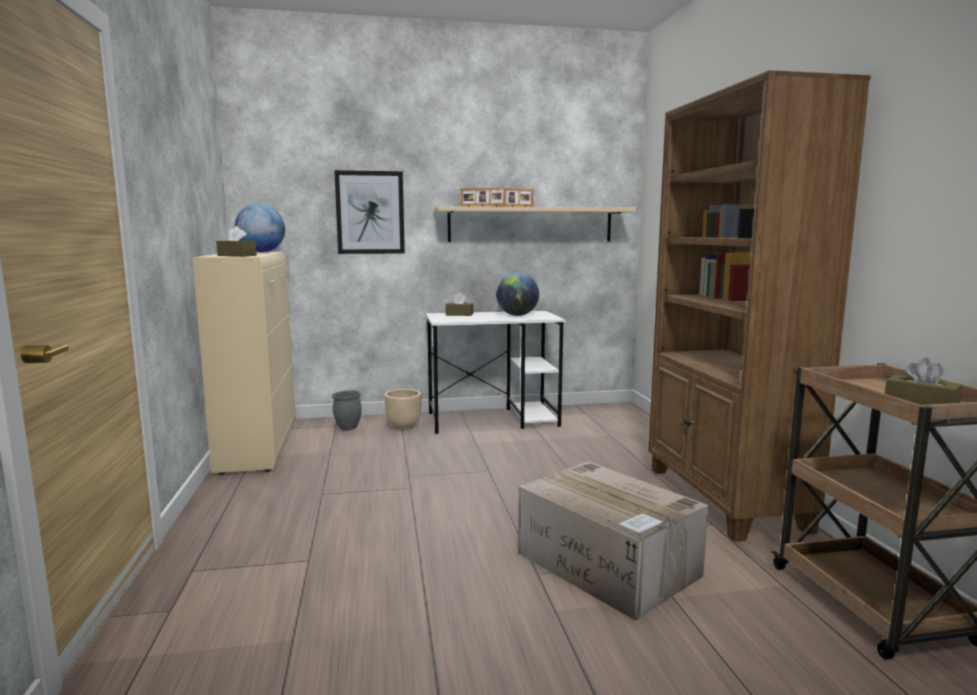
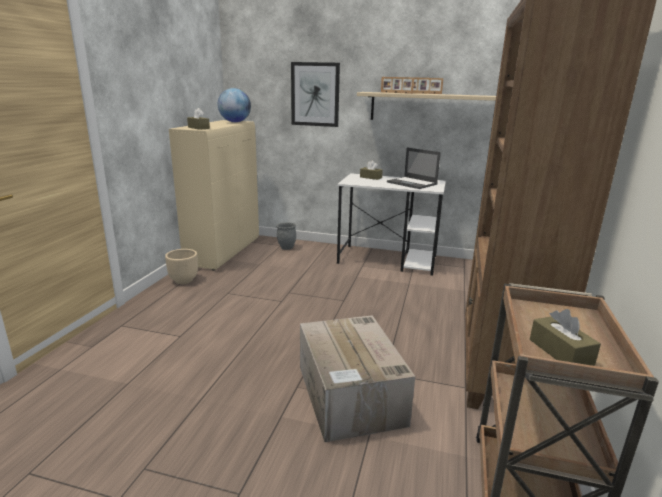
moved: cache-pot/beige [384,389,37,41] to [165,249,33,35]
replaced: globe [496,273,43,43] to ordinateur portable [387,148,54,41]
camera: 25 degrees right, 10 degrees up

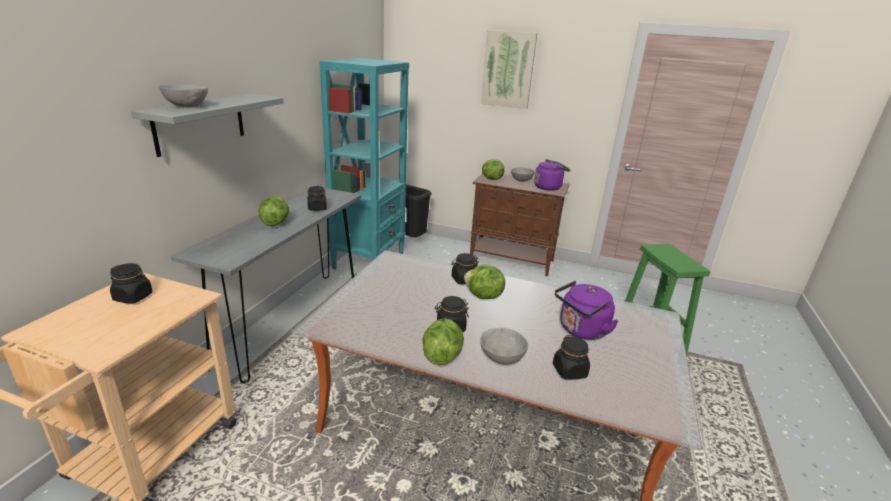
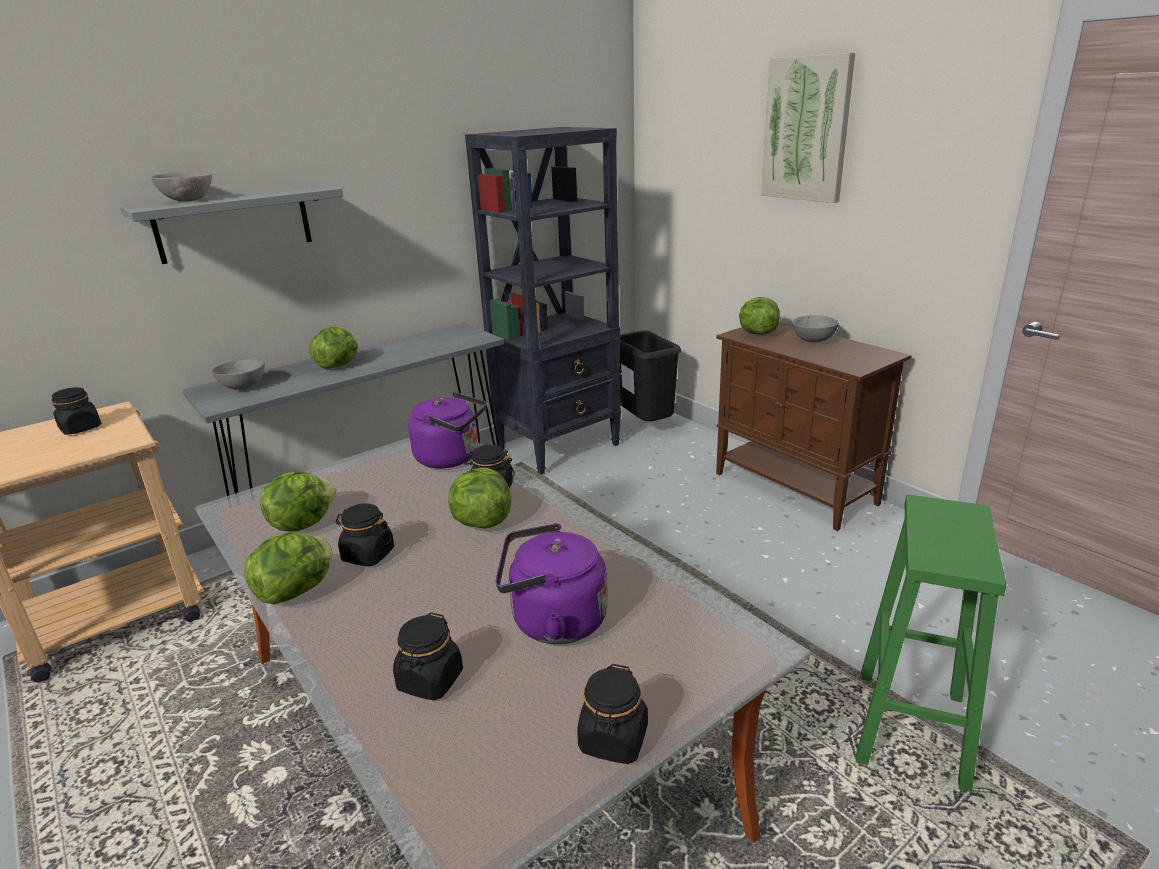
added: laitue [260,471,77,61]
moved: bocal/noir [307,186,20,25] to [577,664,71,100]; bol/gris [480,328,48,37] to [212,359,53,31]; bouilloire/violet [534,159,37,32] to [408,392,79,76]
recoloured: bibliothèque/turquoise [319,58,90,212] to bibliothèque/noir [465,127,156,347]
camera: 35 degrees right, 0 degrees up

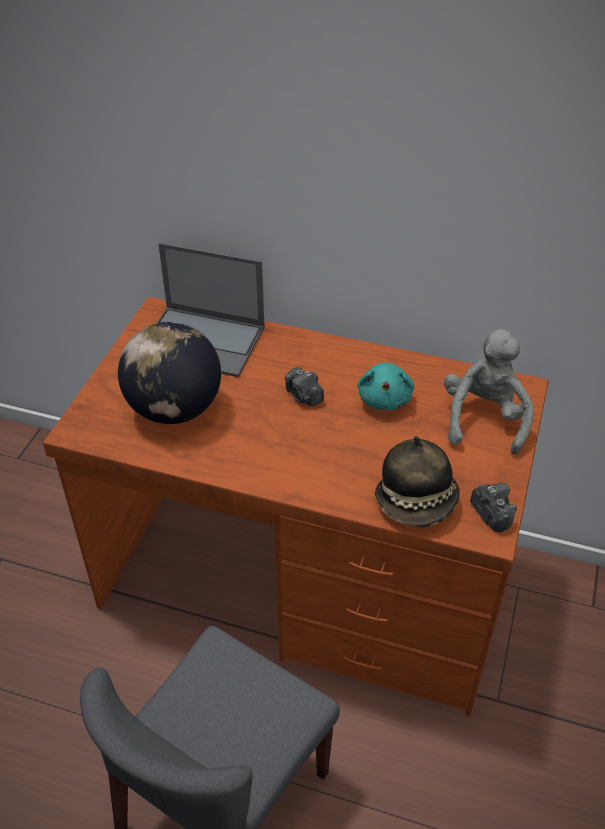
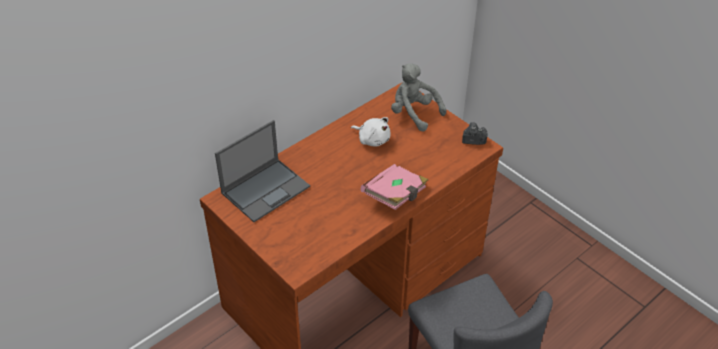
removed: globe [118,322,103,102]; appareil photo [285,367,39,39]; chapeau [375,436,85,91]
added: livre/rose [361,164,67,46]
recoloured: peluche/turquoise [357,362,57,48] to peluche/blanc [351,117,39,30]
camera: 60 degrees left, 0 degrees up

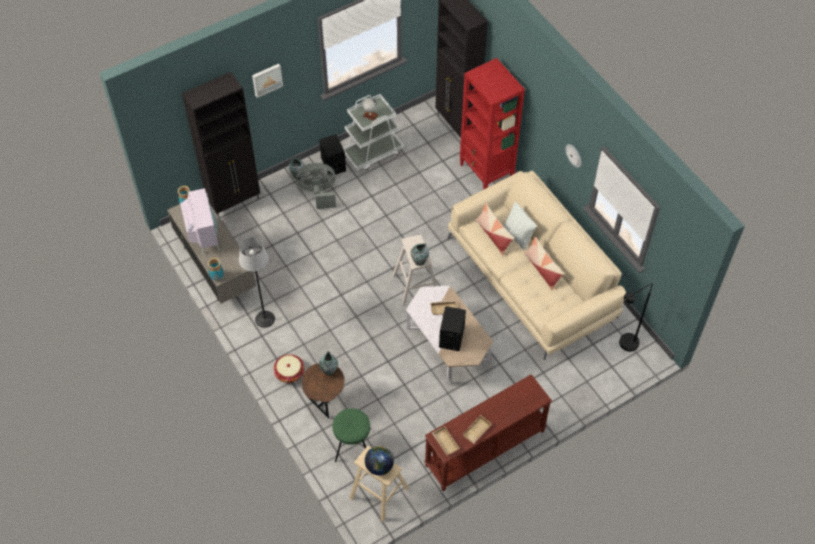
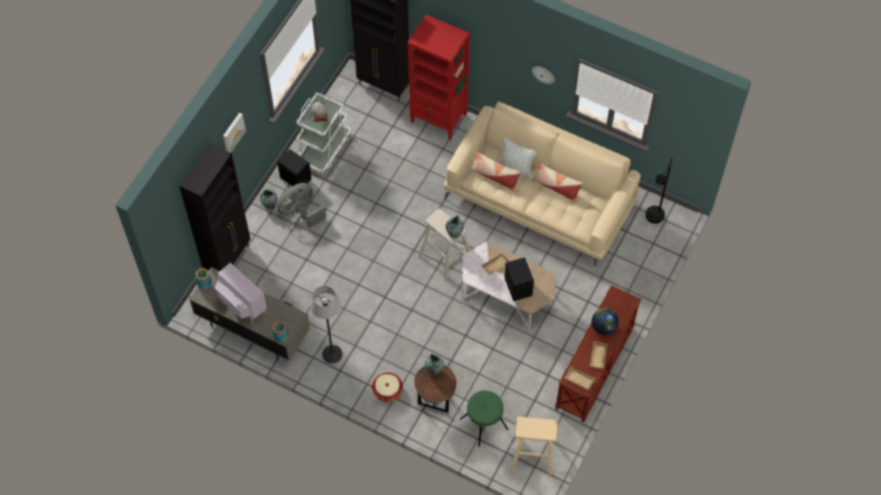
moved: globe [365,446,29,30] to [592,308,27,27]
camera: 30 degrees left, 5 degrees up

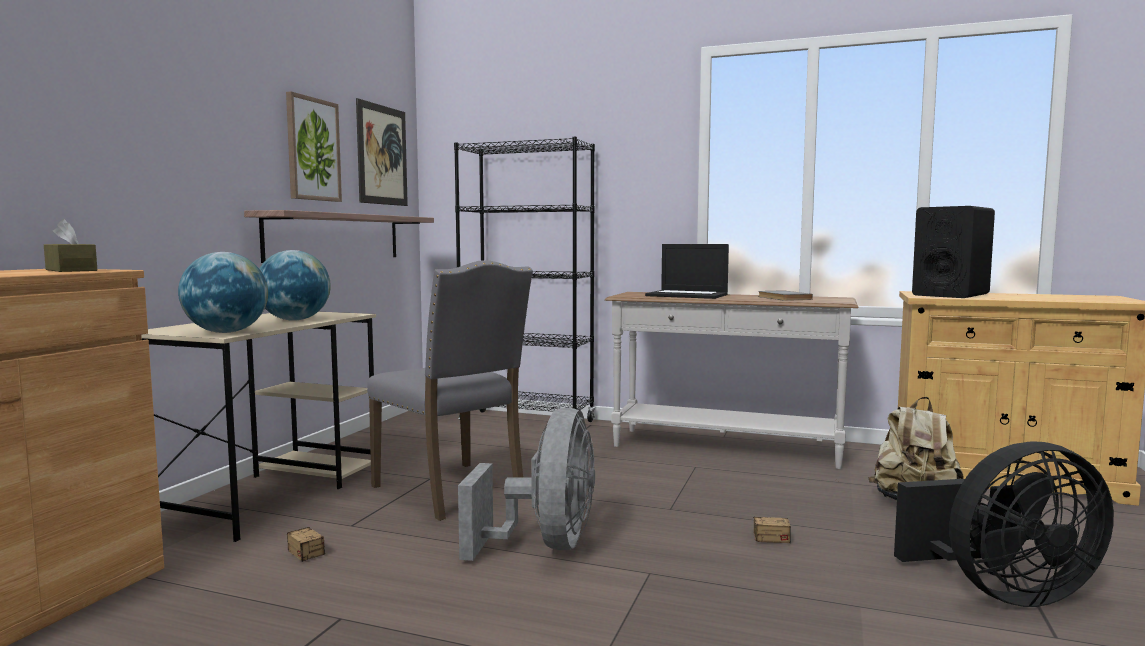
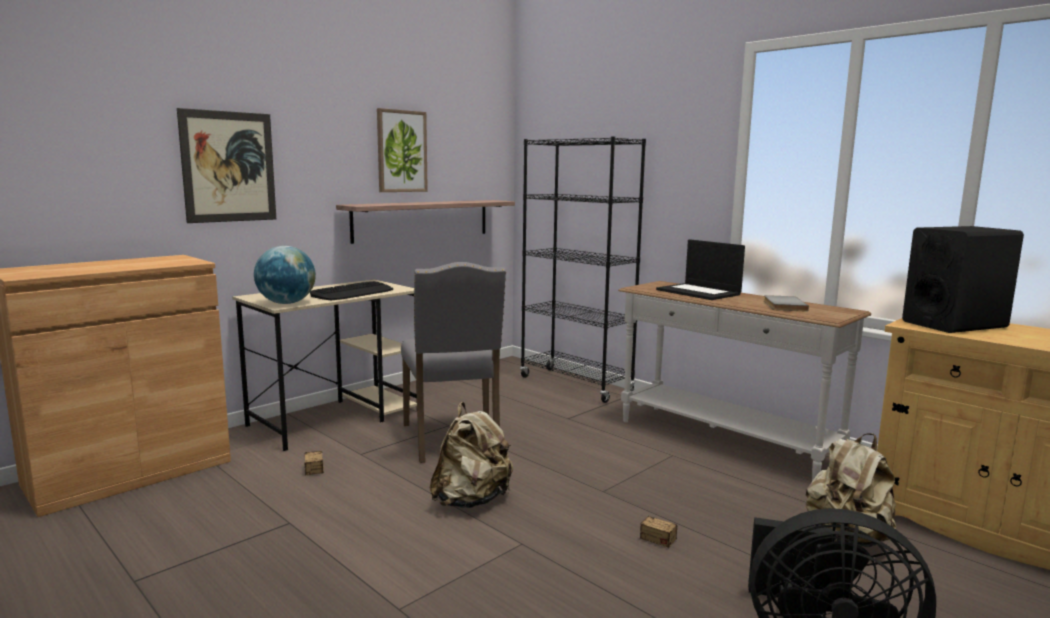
removed: boîte à mouchoirs/marron [44,219,53,53]
moved: tableau [356,98,52,108] to [177,108,99,115]
replaced: globe [259,250,72,71] to clavier [310,281,84,19]; ventilateur/gris [458,407,137,154] to sac à dos/beige [430,402,83,106]
camera: 25 degrees right, 5 degrees up

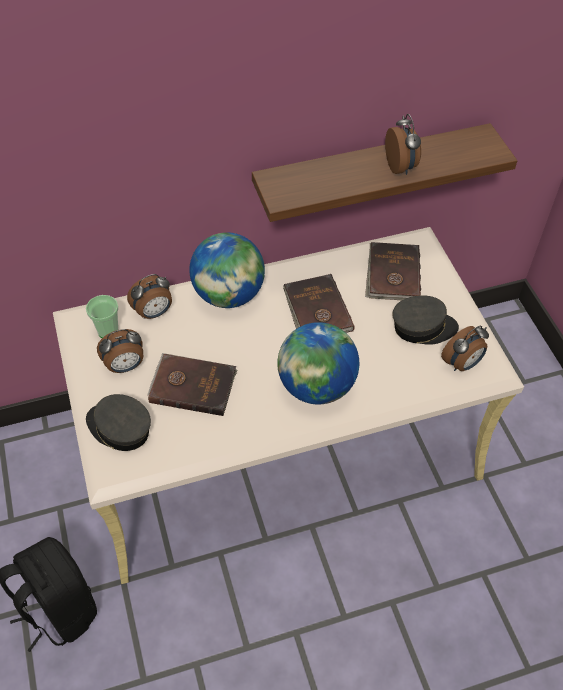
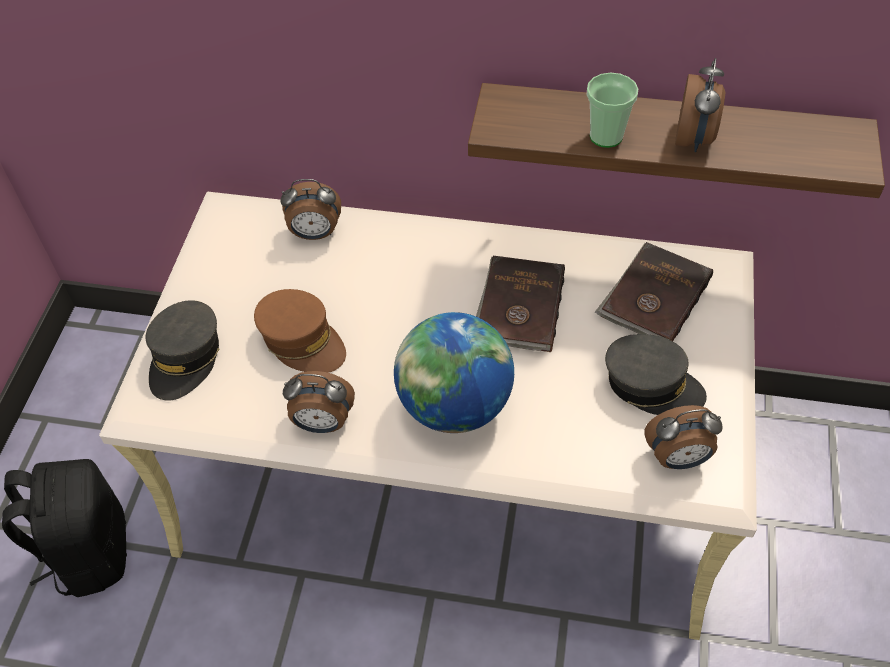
removed: globe [189,232,76,76]
moved: tasse [86,295,33,43] to [587,73,51,75]; réveil [97,329,46,44] to [283,371,72,62]
replaced: livre/marron [147,353,90,63] to casquette/marron [254,289,92,84]
turned: casquette/gris [86,394,65,57] = [145,300,74,101] 135 degrees counterclockwise
camera: 30 degrees right, 0 degrees up

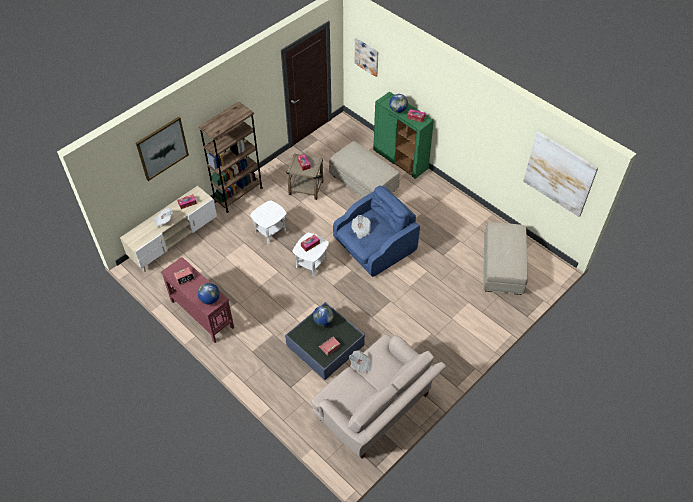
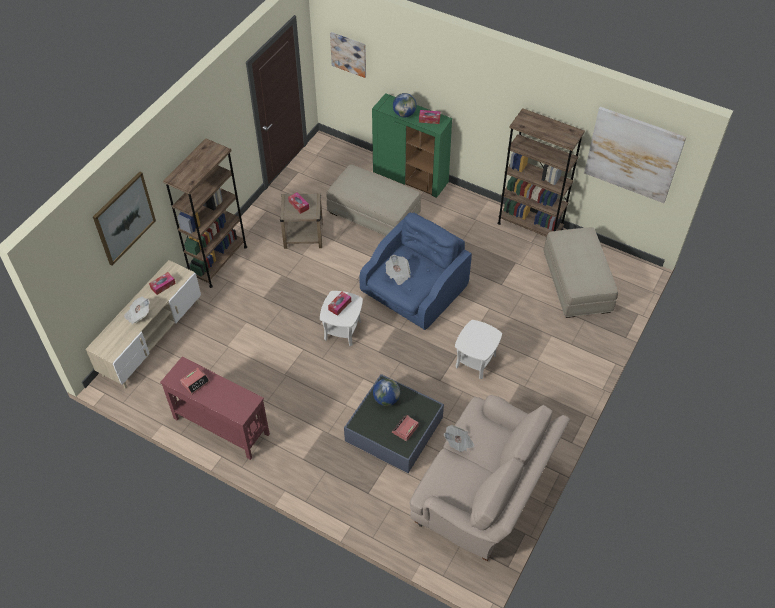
removed: globe [198,283,22,21]
added: bibliothèque/marron [497,108,88,129]
moved: table d'appoint/blanc [250,200,37,44] to [455,320,47,59]
camera: 15 degrees left, 0 degrees up

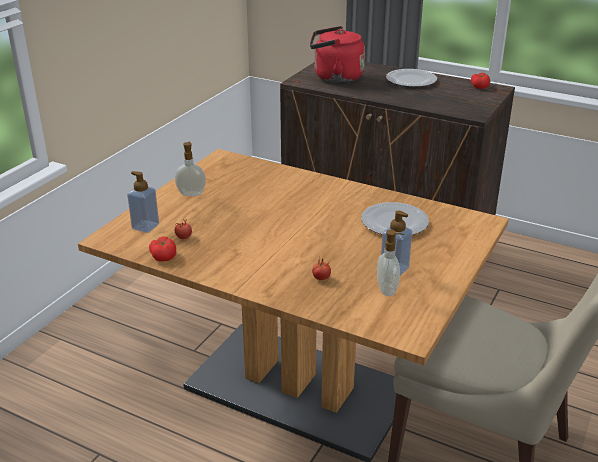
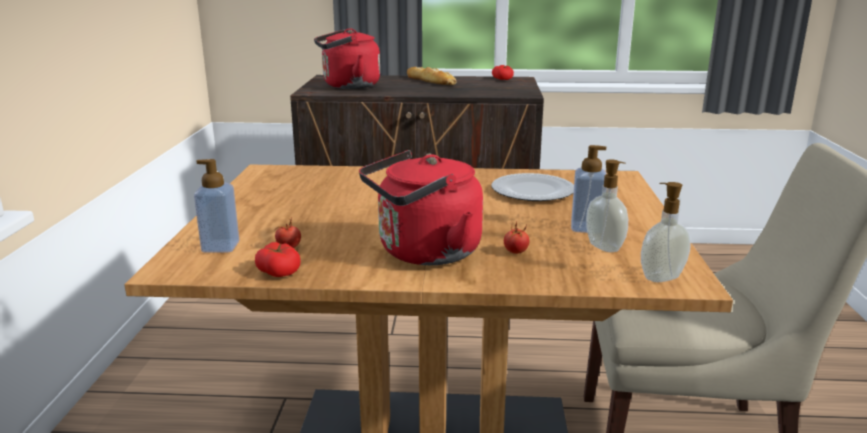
added: bouilloire/rouge [359,150,124,115]
moved: distributeur de savon [175,142,31,54] to [641,182,50,100]
replaced: assiette [386,69,51,18] to pain [407,67,50,18]
camera: 25 degrees left, 10 degrees down

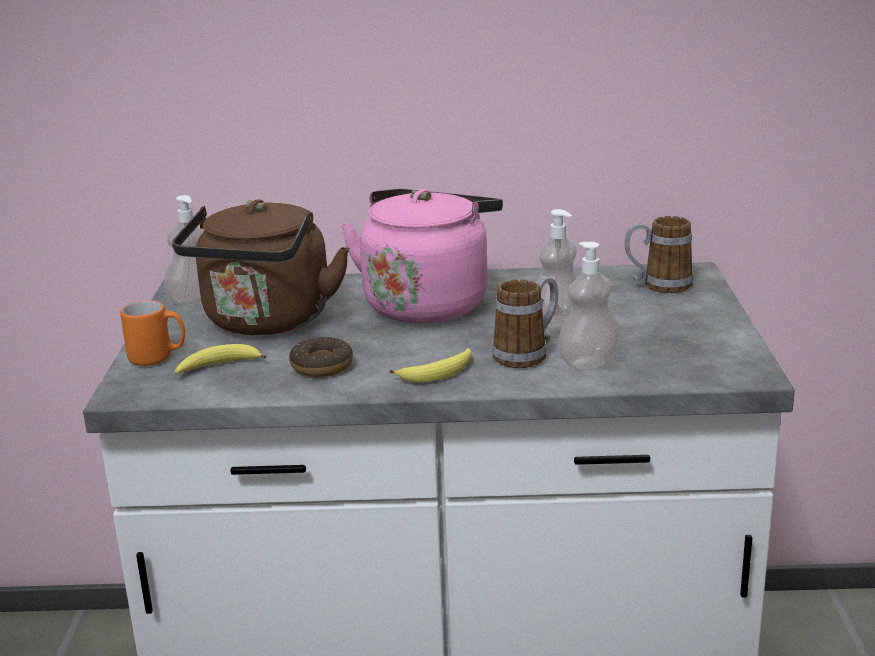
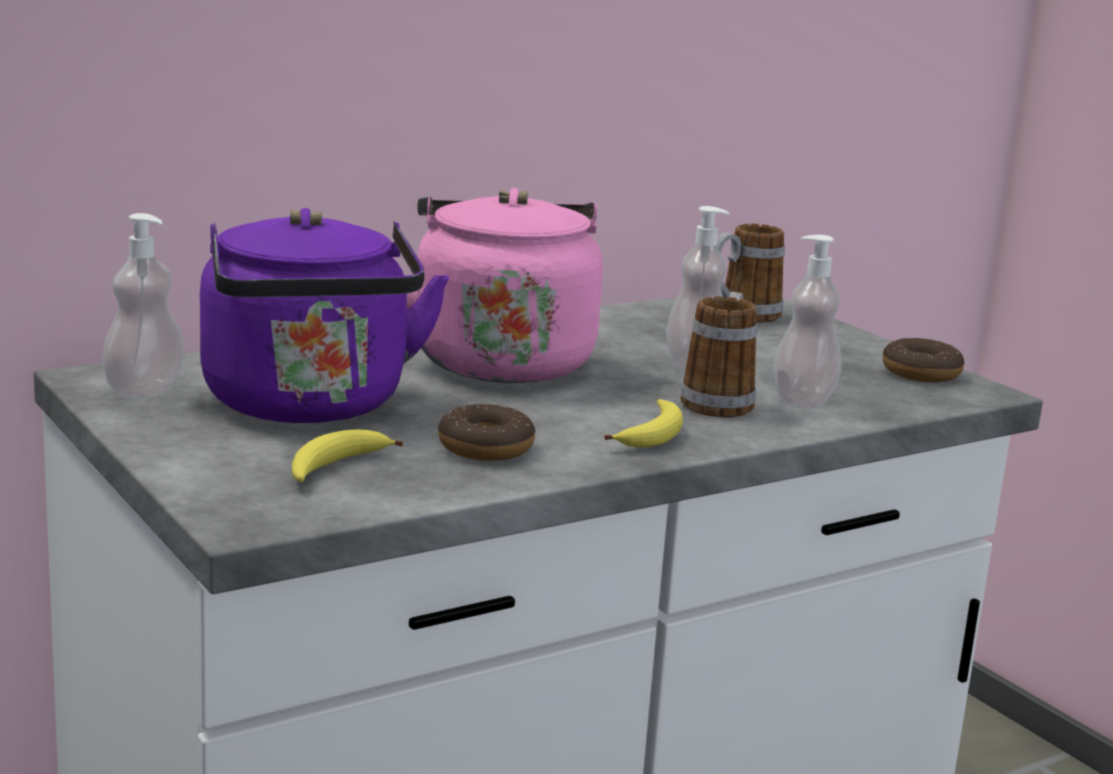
removed: mug/orange [120,300,65,66]
added: beignet [883,338,81,45]
recoloured: bouilloire/marron [172,199,177,136] to bouilloire/violet [200,208,249,215]
camera: 35 degrees left, 5 degrees down

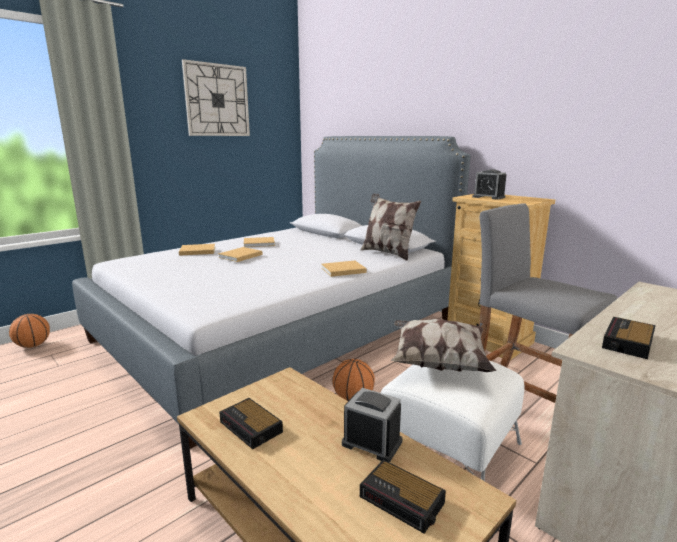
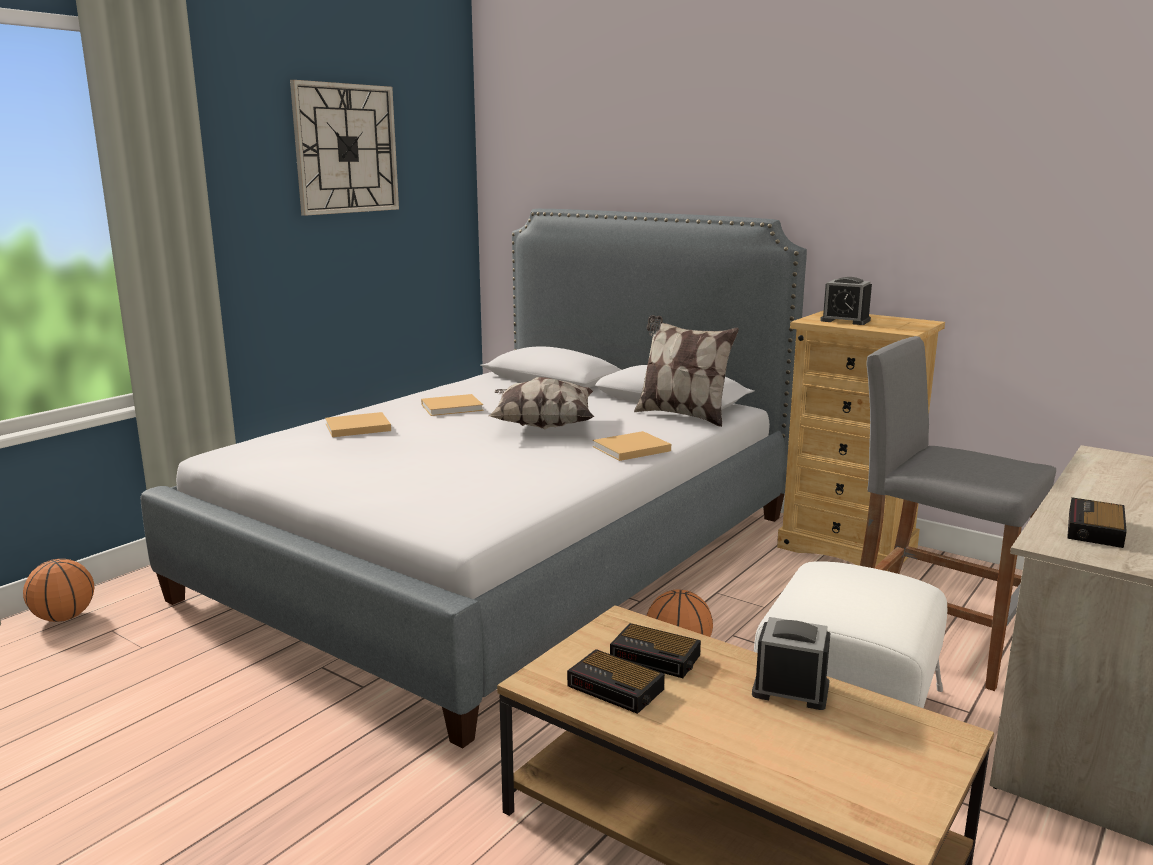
removed: livre/beige [218,247,45,15]
moved: réveil [360,460,86,74] to [610,623,91,55]; coussin [391,319,105,53] to [488,377,106,52]
camera: 10 degrees left, 0 degrees up

